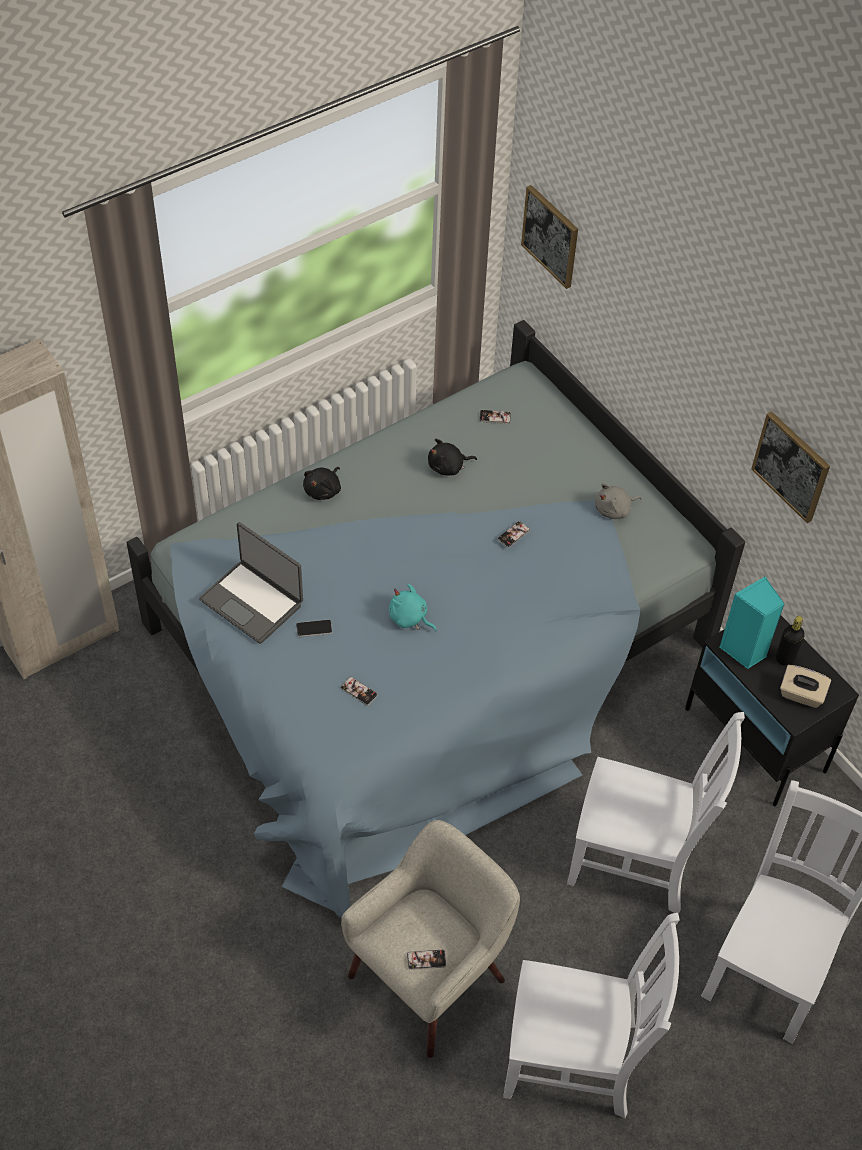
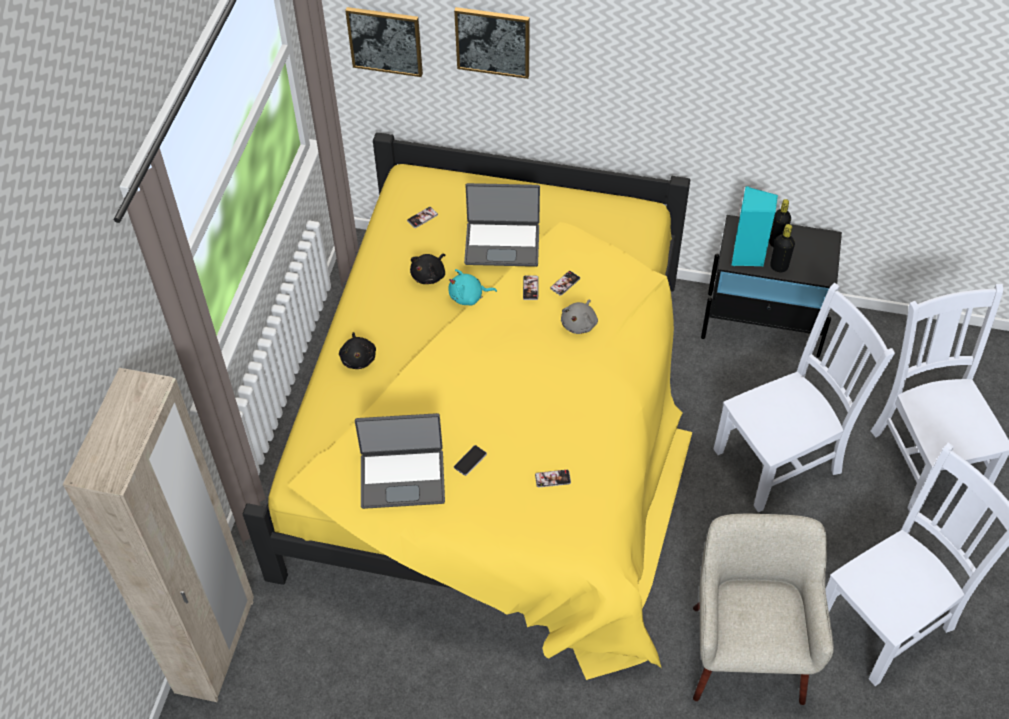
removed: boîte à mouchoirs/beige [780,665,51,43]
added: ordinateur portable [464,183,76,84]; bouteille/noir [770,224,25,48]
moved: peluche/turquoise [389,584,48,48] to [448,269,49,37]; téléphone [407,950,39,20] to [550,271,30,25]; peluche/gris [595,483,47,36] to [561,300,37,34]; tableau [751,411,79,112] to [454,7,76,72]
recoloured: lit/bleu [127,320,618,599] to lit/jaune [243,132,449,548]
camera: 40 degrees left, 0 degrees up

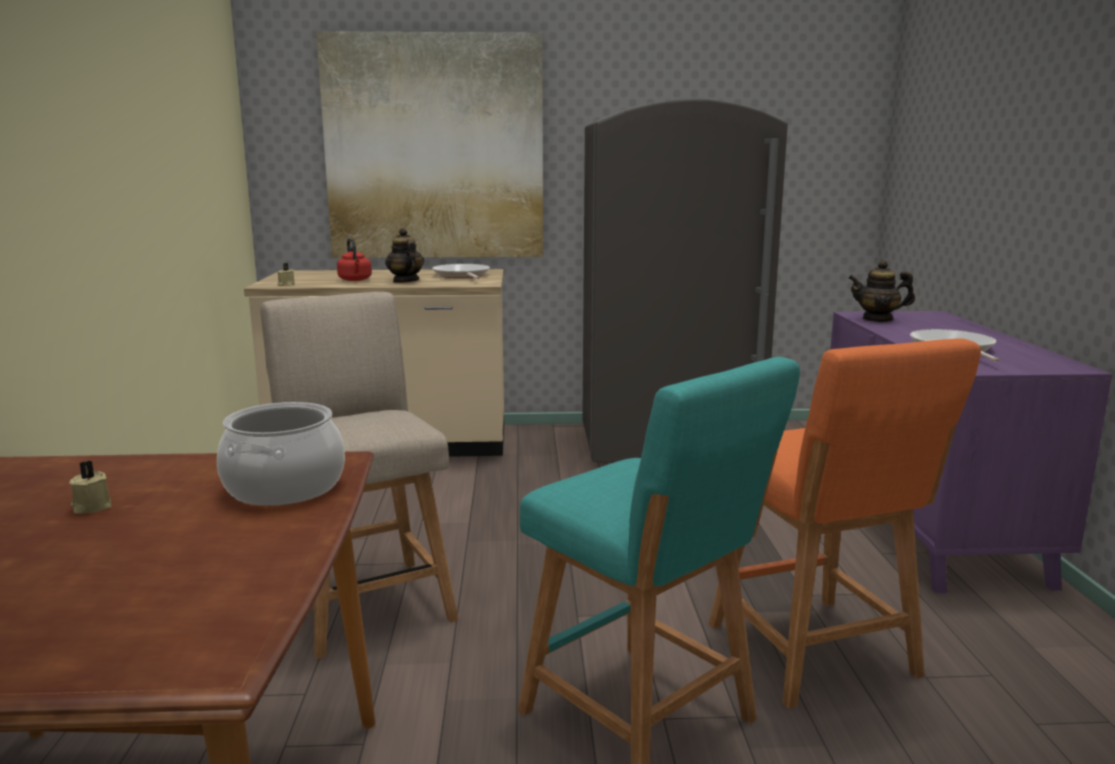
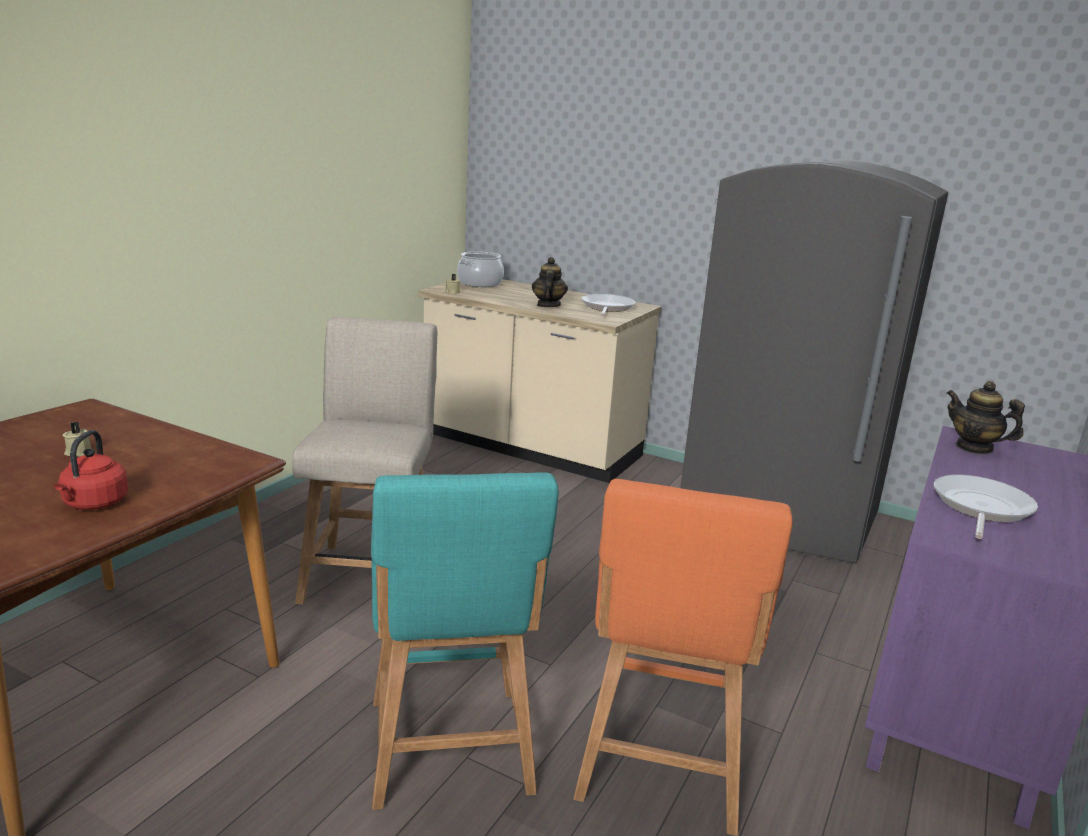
removed: tableau [316,31,227,227]
moved: marmite [217,402,128,104] to [457,252,47,35]; bouilloire/rouge [337,238,35,43] to [54,430,74,80]
camera: 30 degrees right, 5 degrees up

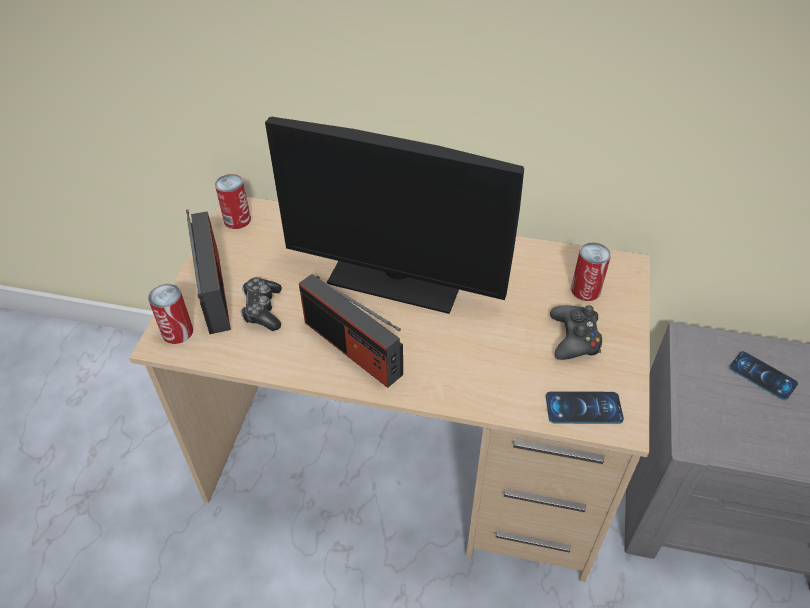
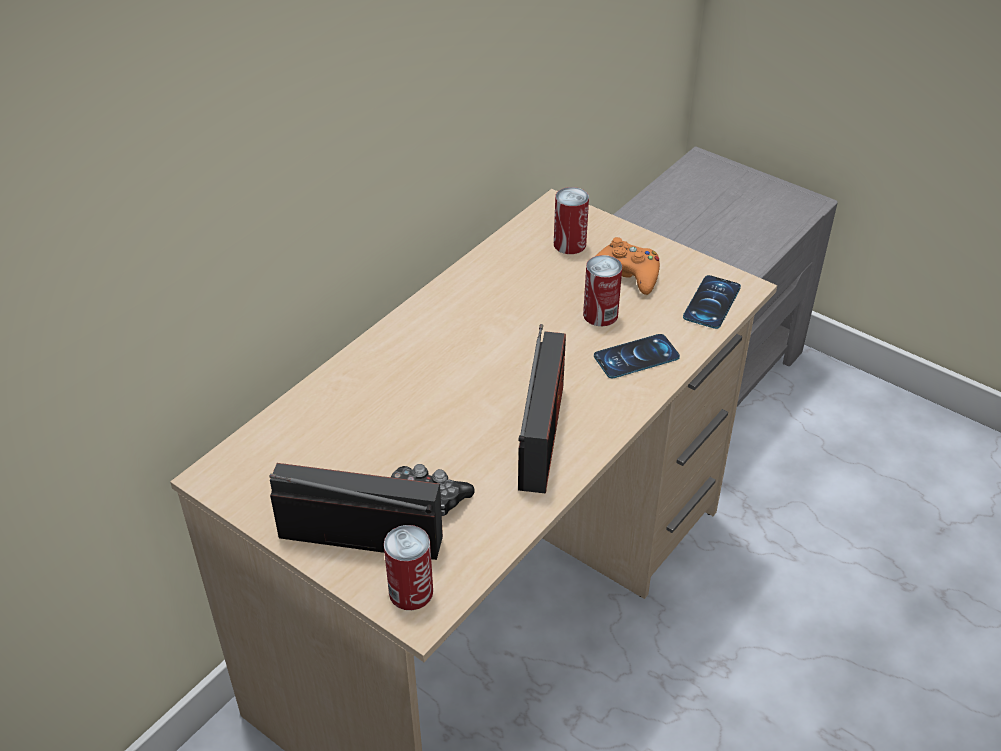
removed: écran d'ordinateur [265,116,259,198]
moved: boîte métallique [215,174,36,55] to [583,255,39,71]; téléphone [729,351,69,50] to [594,334,86,44]
recoloured: manette/noir [550,305,52,55] to manette/orange [596,237,64,58]
turned: radio [299,274,104,114] = [518,324,48,170] 60 degrees counterclockwise
camera: 65 degrees left, 5 degrees down

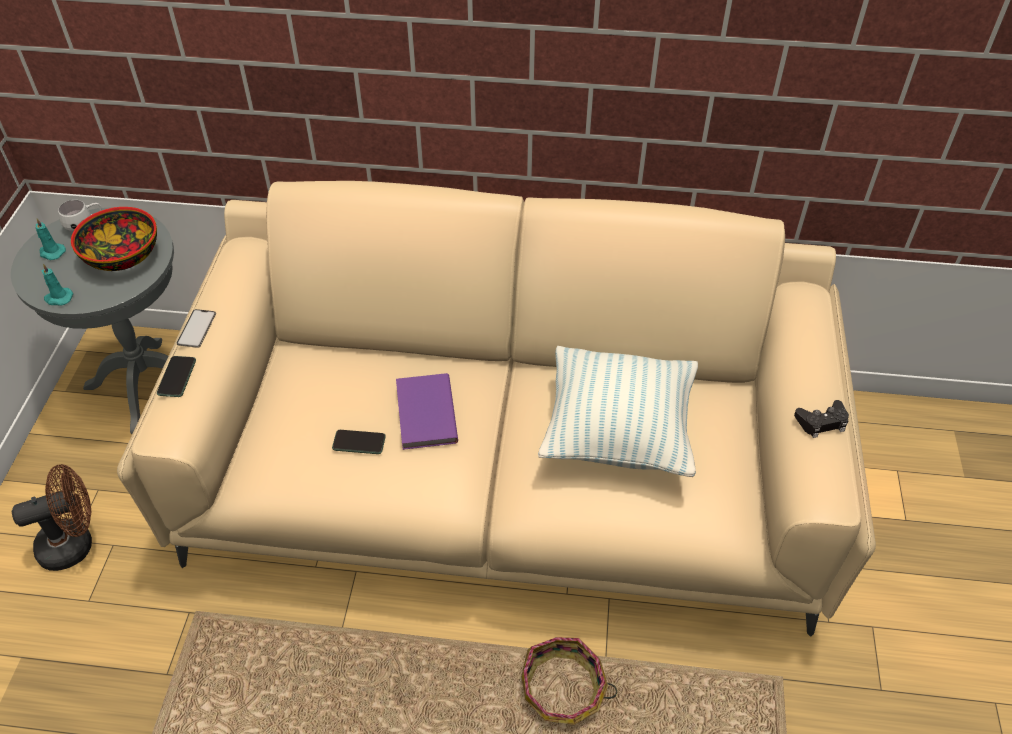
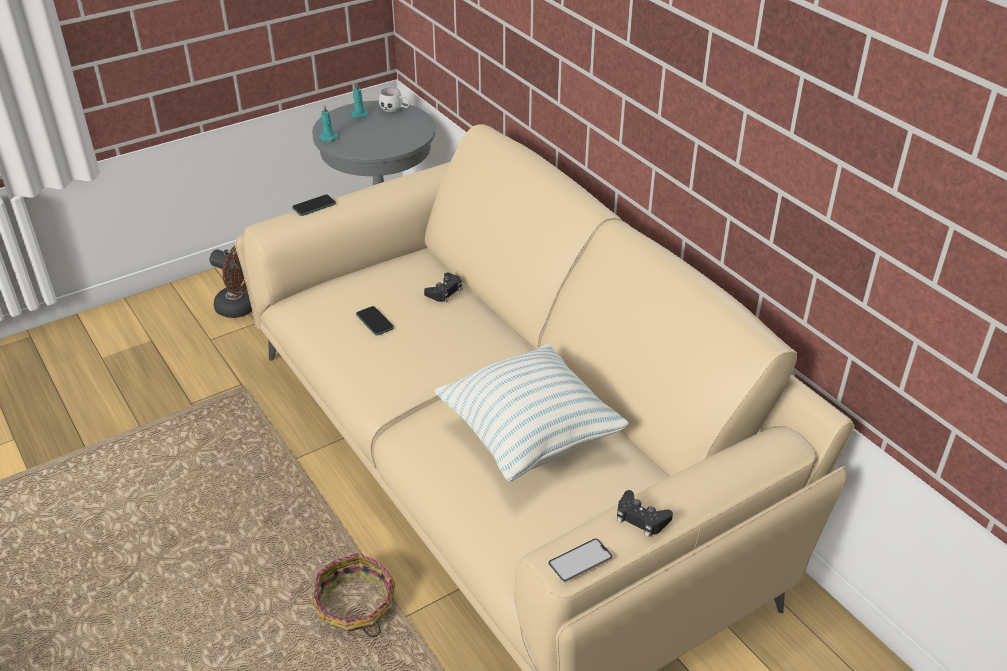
removed: bol [71,207,86,64]; livre/violet [396,373,62,77]
added: manette/noir [424,273,39,29]
moved: téléphone [177,309,39,39] to [549,538,63,44]
camera: 50 degrees right, 10 degrees down

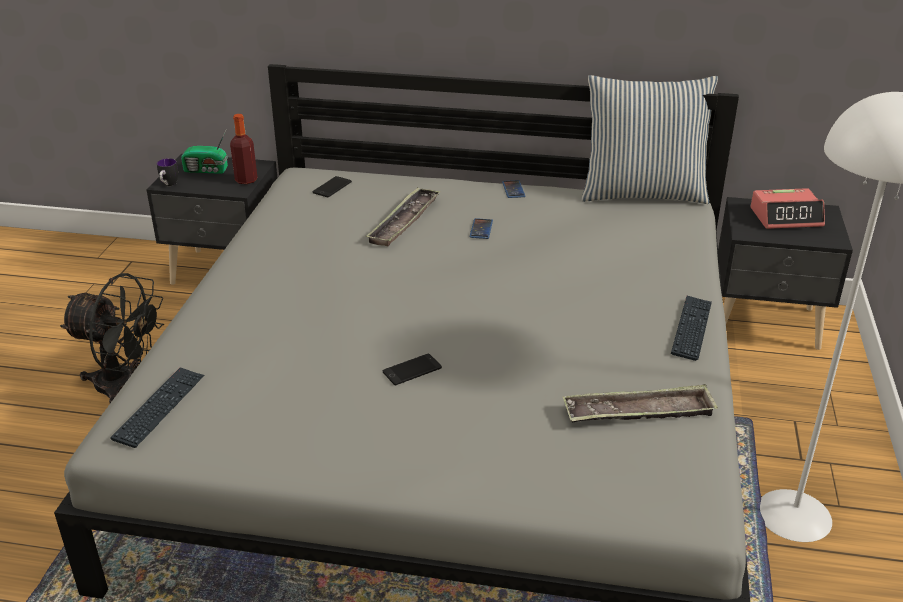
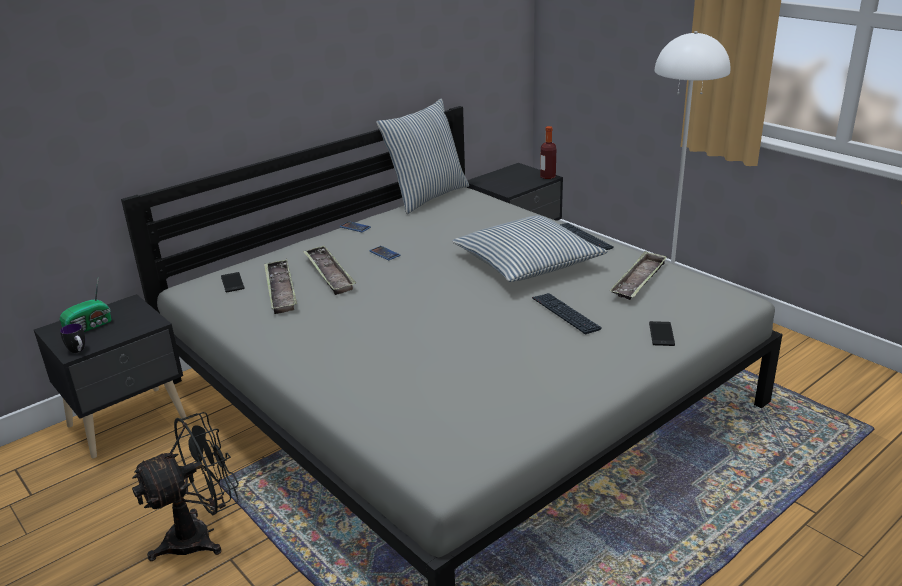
removed: réveil [750,188,75,41]
added: plateau [264,259,33,55]; coussin [452,215,156,67]
moved: clavier [110,367,94,81] to [532,293,70,41]; bouteille [230,114,28,70] to [540,126,16,53]; téléphone [383,354,59,32] to [649,321,26,25]
camera: 50 degrees left, 5 degrees down

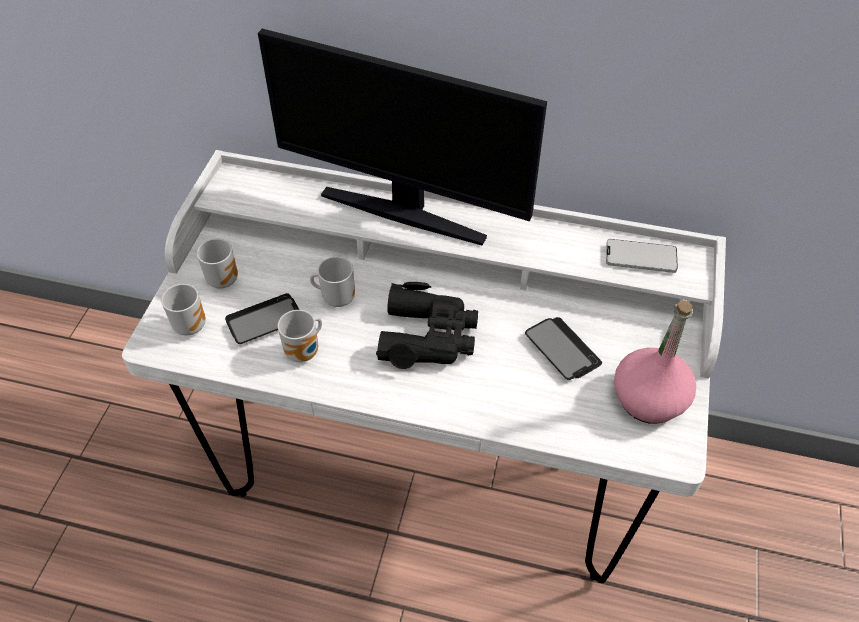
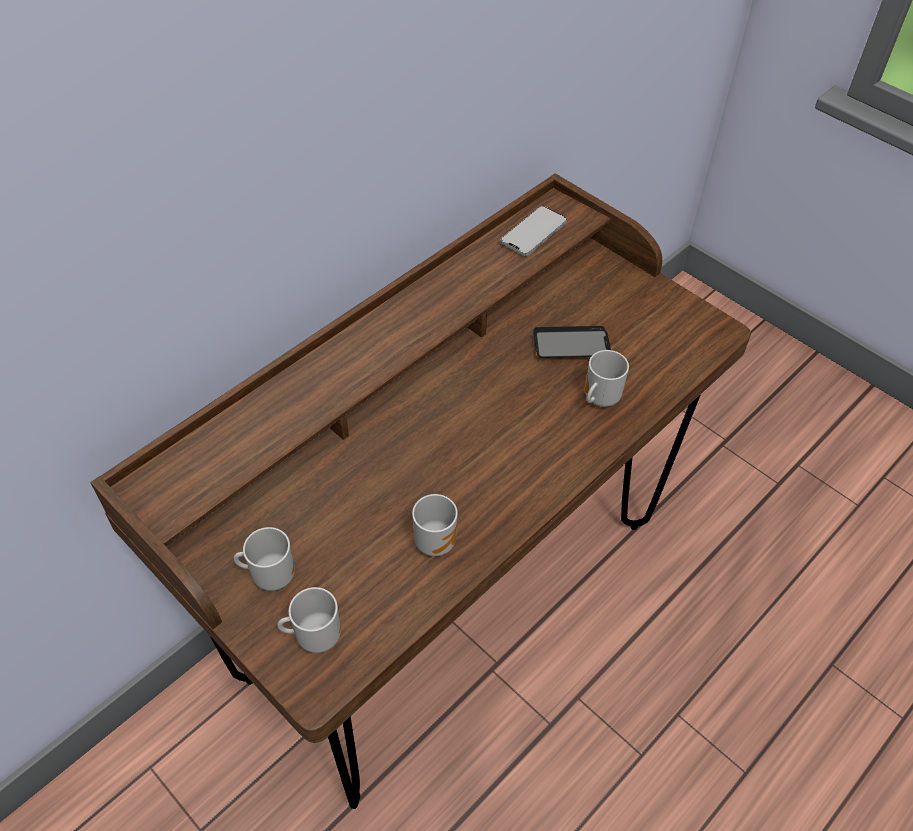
removed: téléphone [225,293,74,51]; écran d'ordinateur [258,29,289,217]; jumelles/noir [376,282,102,87]; bouteille/rose [614,300,82,124]
moved: mug [310,256,45,51] to [585,350,44,57]
recoloured: bureau/blanc [122,150,604,433] to bureau/marron [90,173,661,636]
camera: 60 degrees left, 0 degrees up

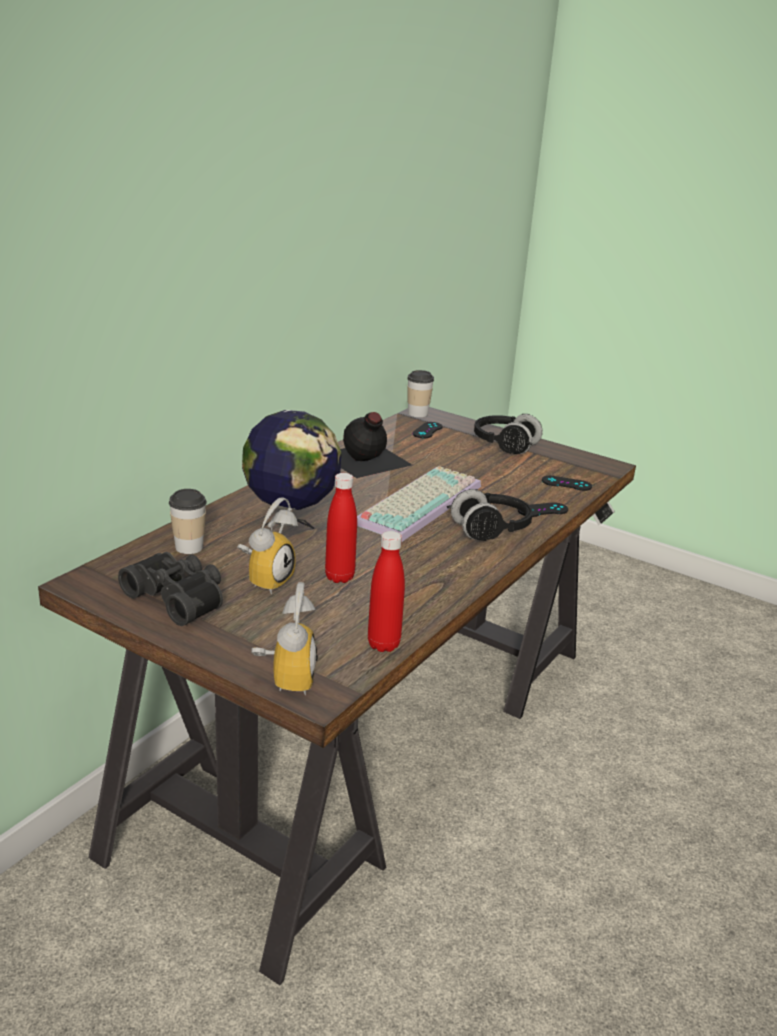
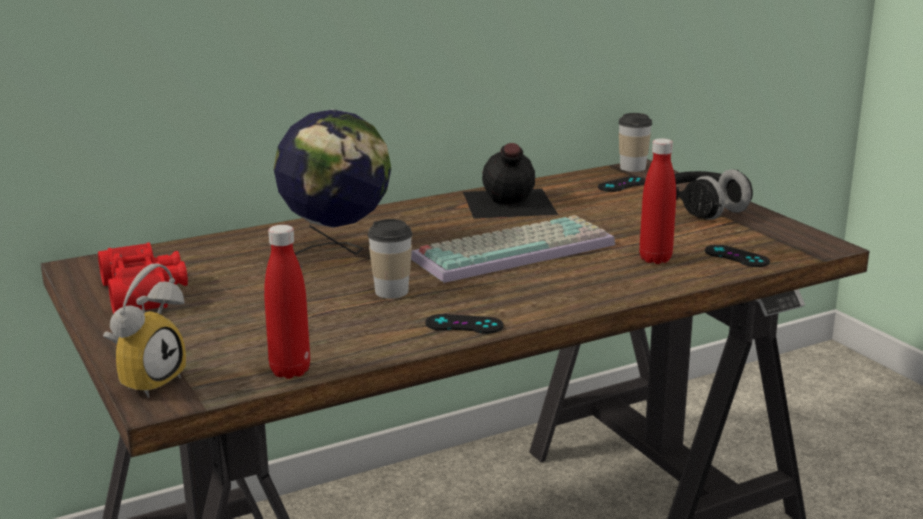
removed: réveil [237,497,61,97]; casque audio/noir [447,489,86,52]
moved: tasse [169,489,38,65] to [367,219,46,80]; bouteille/rouge [325,473,32,110] to [639,138,37,126]; manette/noir [518,502,50,15] to [425,314,78,20]
recoloured: jumelles/noir [118,552,105,74] to jumelles/rouge [98,242,90,72]
camera: 30 degrees right, 5 degrees down

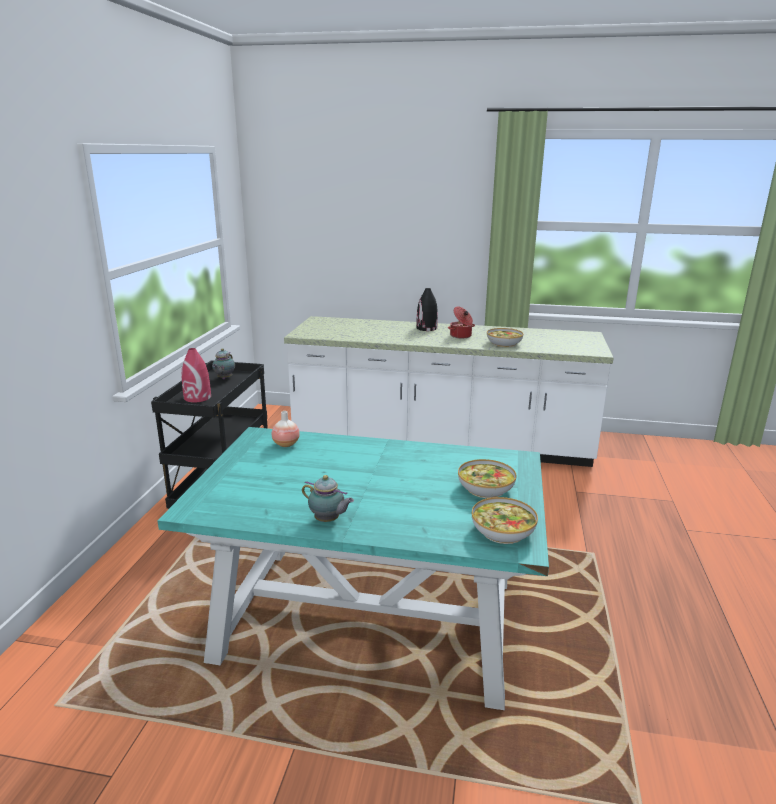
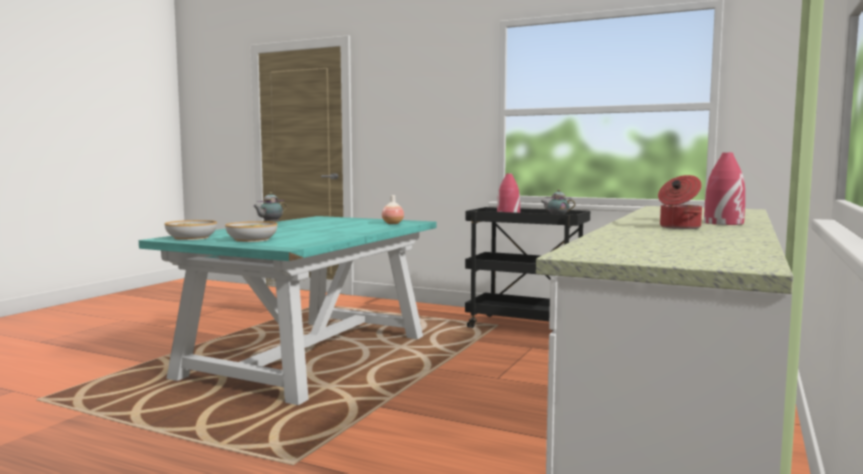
removed: bol [487,328,36,19]
recoloured: vase/noir [416,288,22,43] to vase/rouge [704,152,41,73]
camera: 105 degrees right, 15 degrees down

